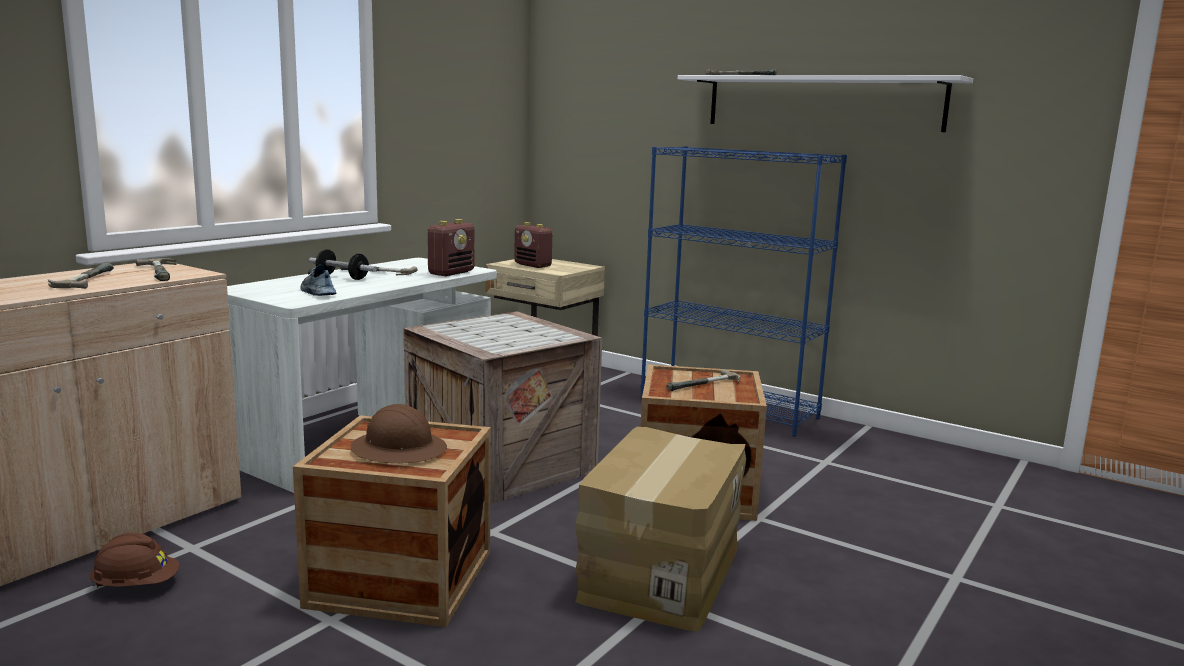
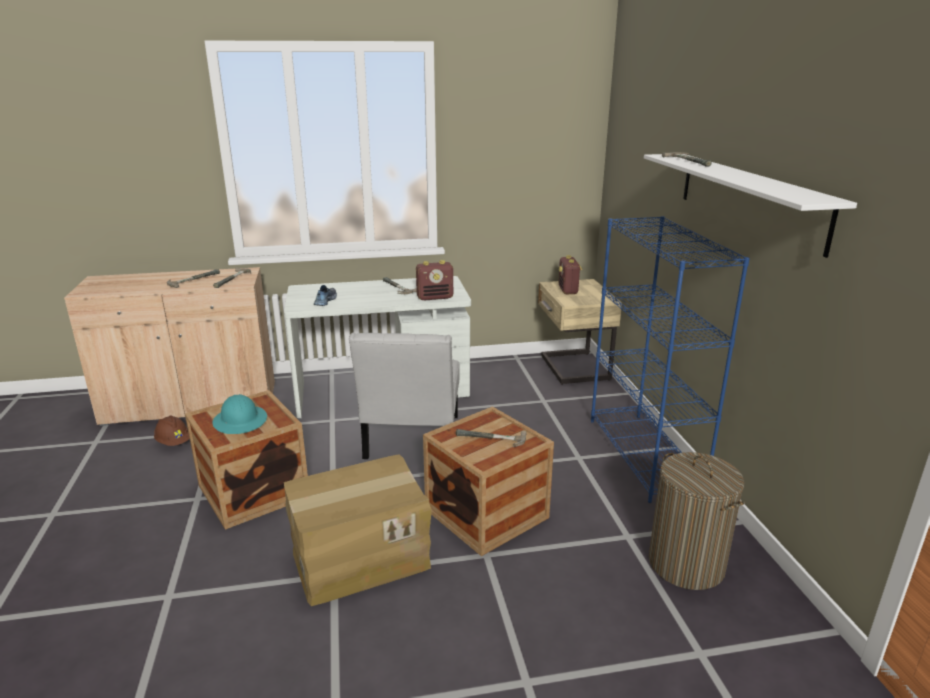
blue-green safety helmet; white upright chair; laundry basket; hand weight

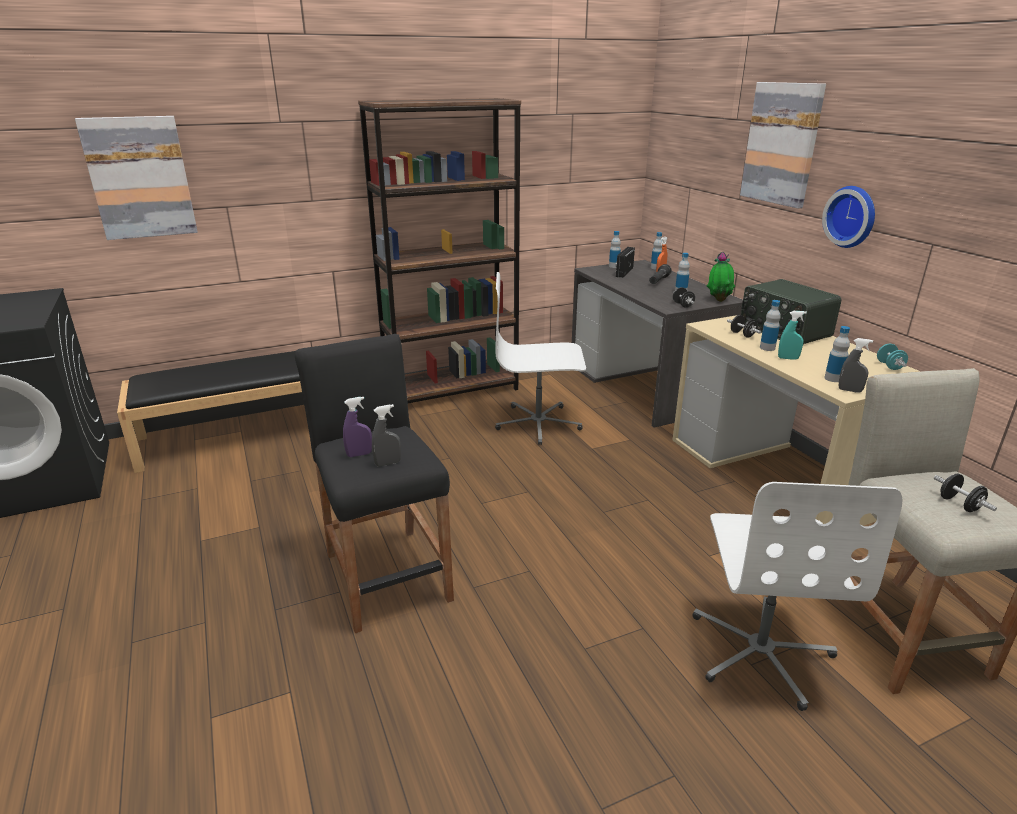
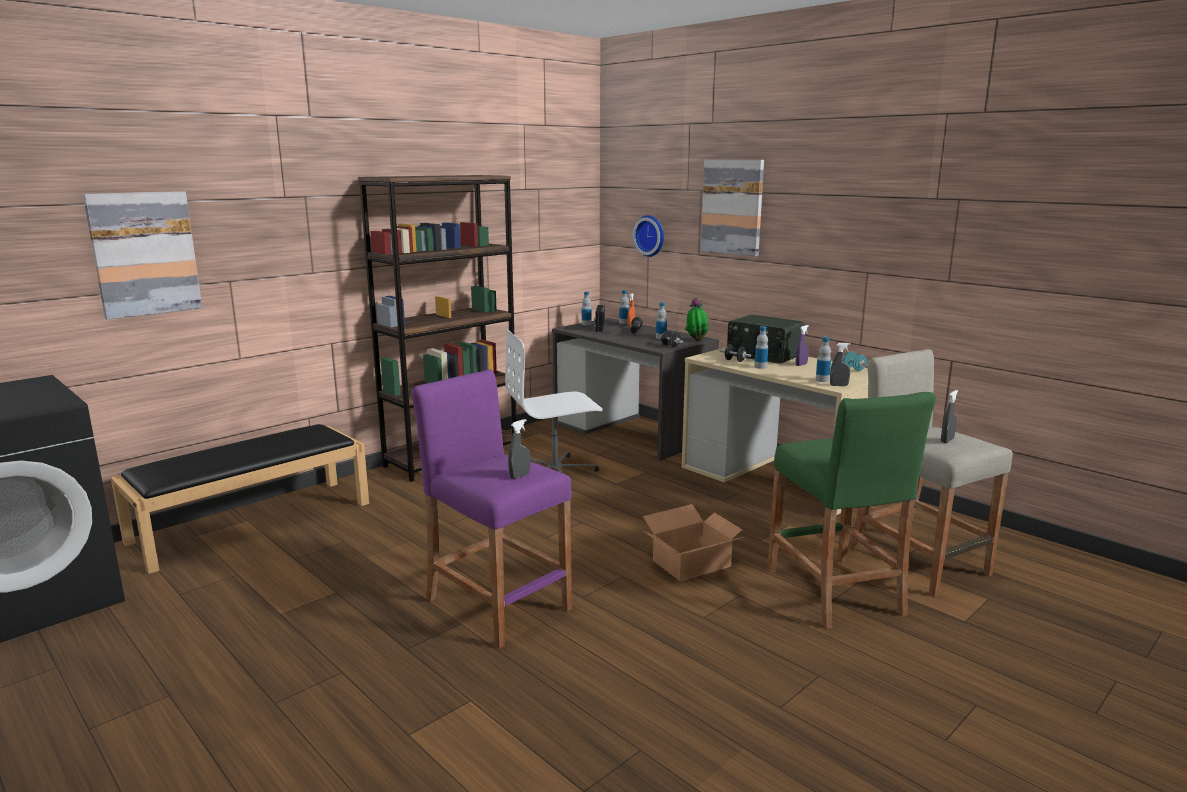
purplish stool seat; clock on the wall; packing box; greenish stool seat; purplish hand sprayer; gray hand sprayer (3rd from left); blue-green hand sprayer

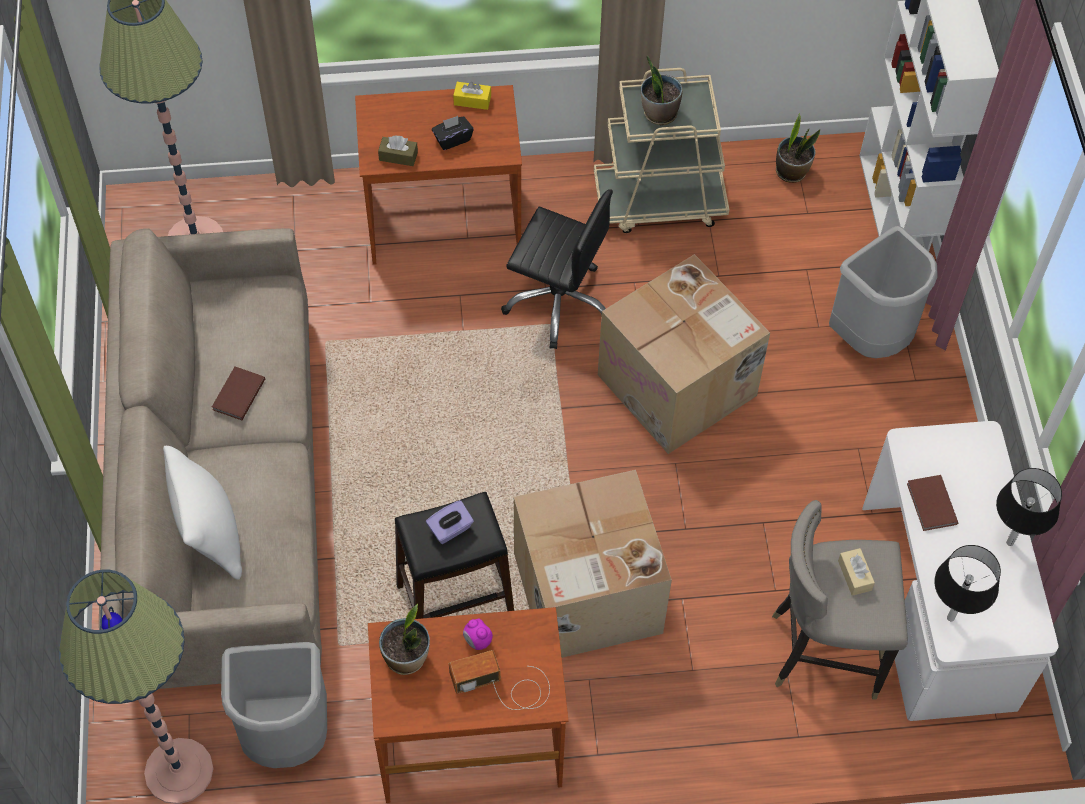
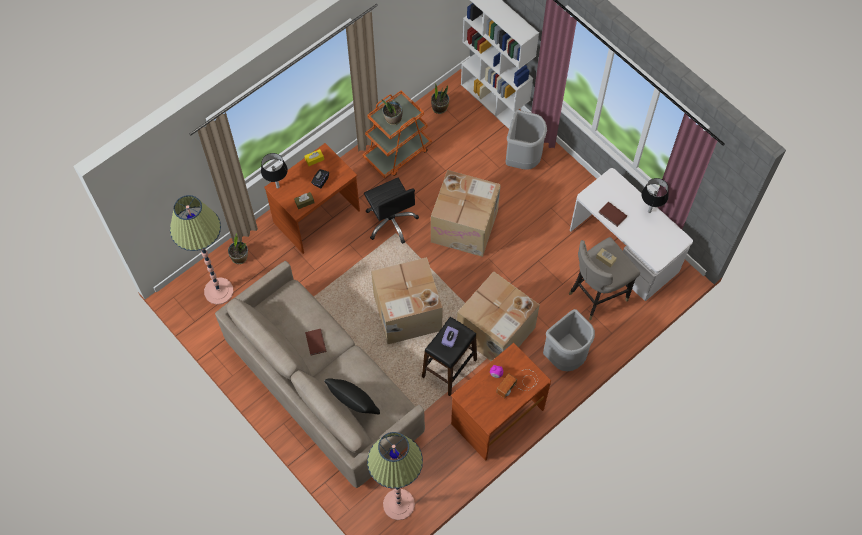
plant in a pot (1st from left); black table lamp (1st from left); black pillow; orangey cart; black desk chair; packing box (1st from left); gray rubbish bin (2nd from left)

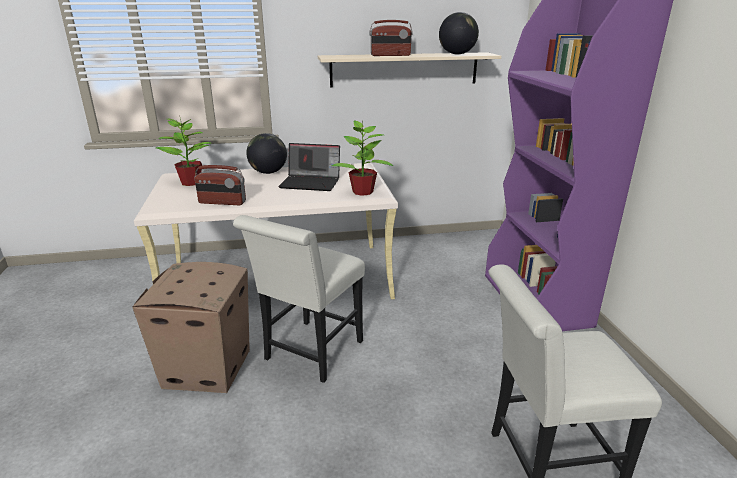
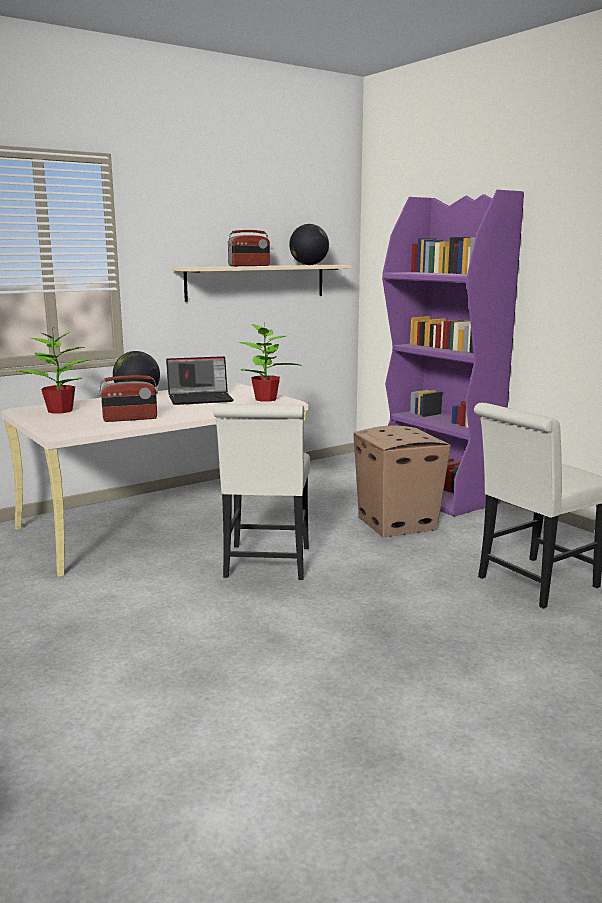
packing box

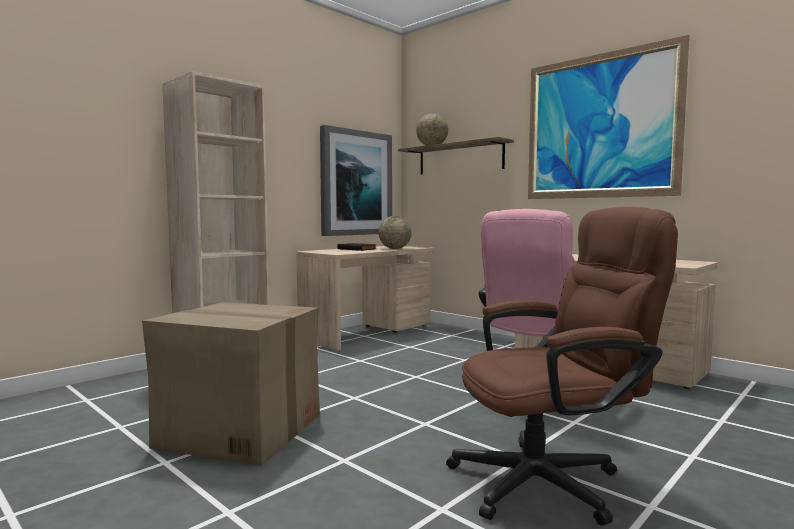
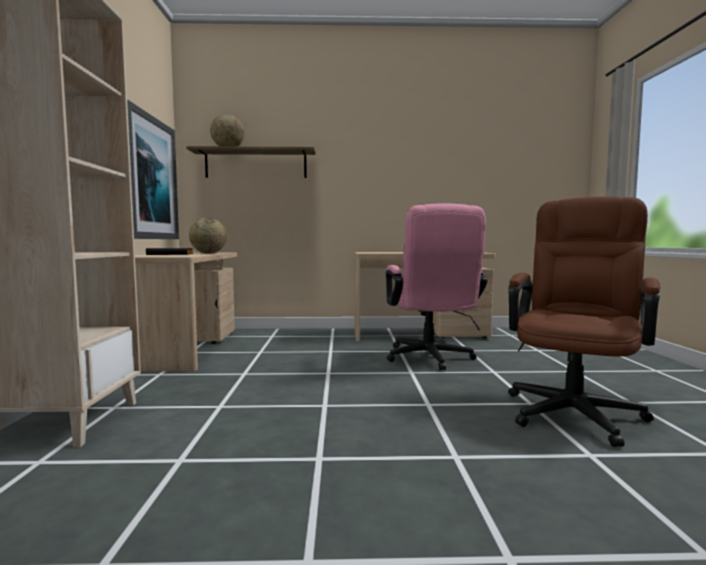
packing box; picture (2nd from left in the first image)

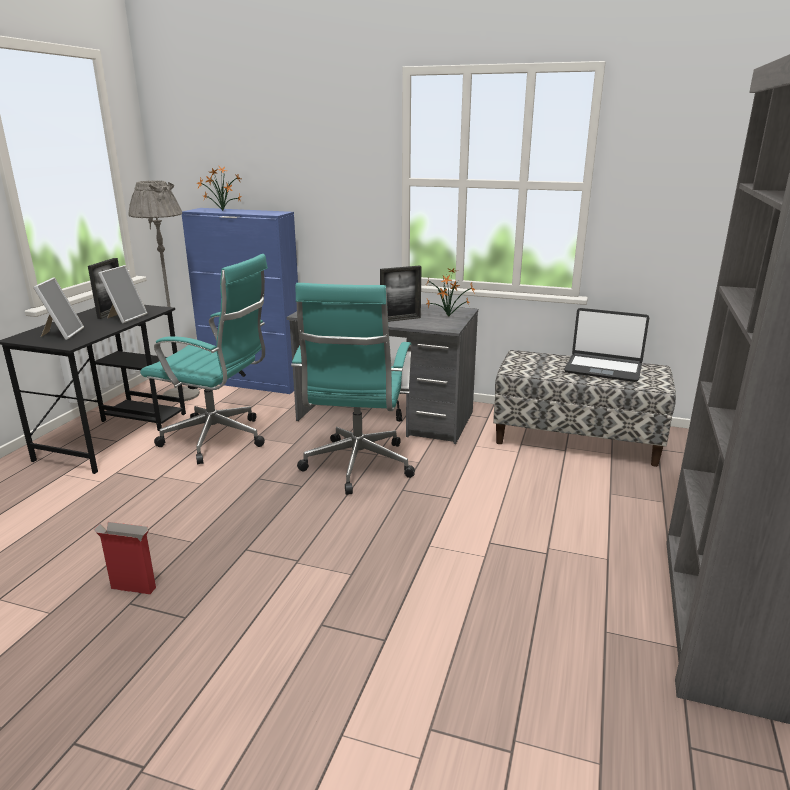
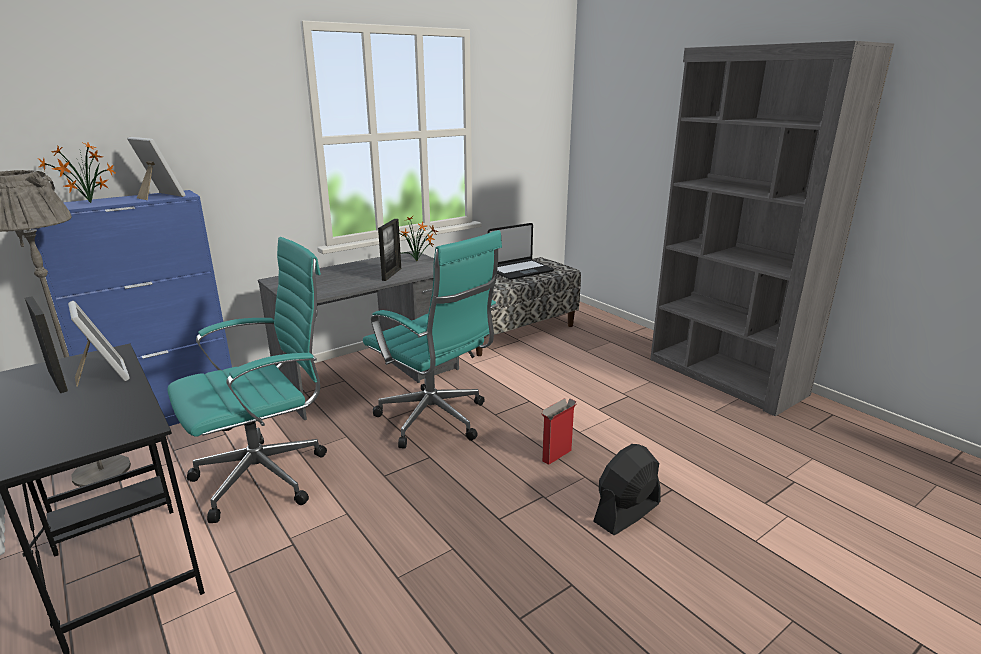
photo frame (3rd from left); packing box; black fan

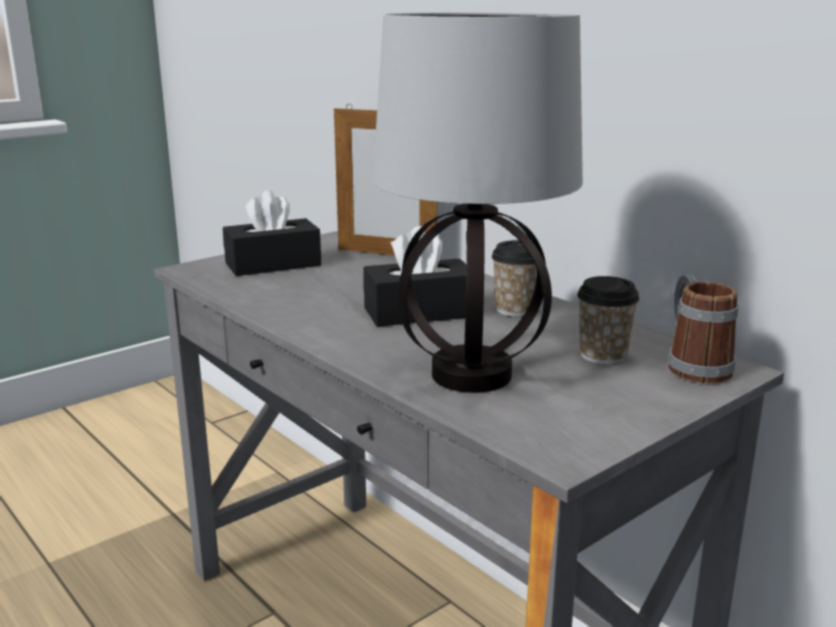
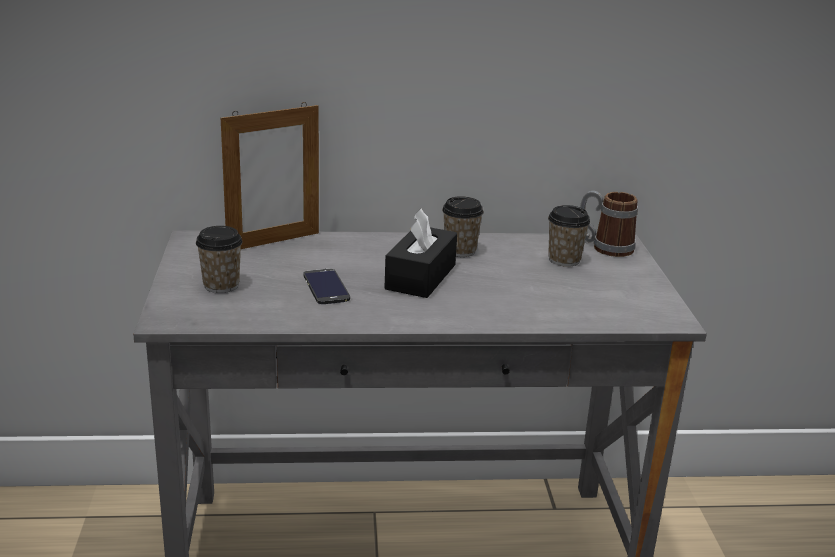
small cup (1st from left); handset; table lamp

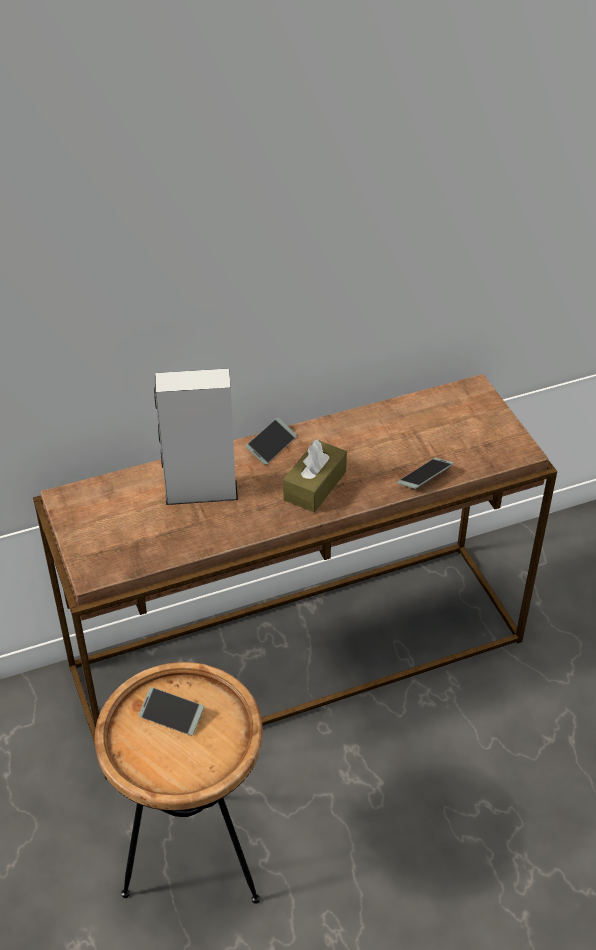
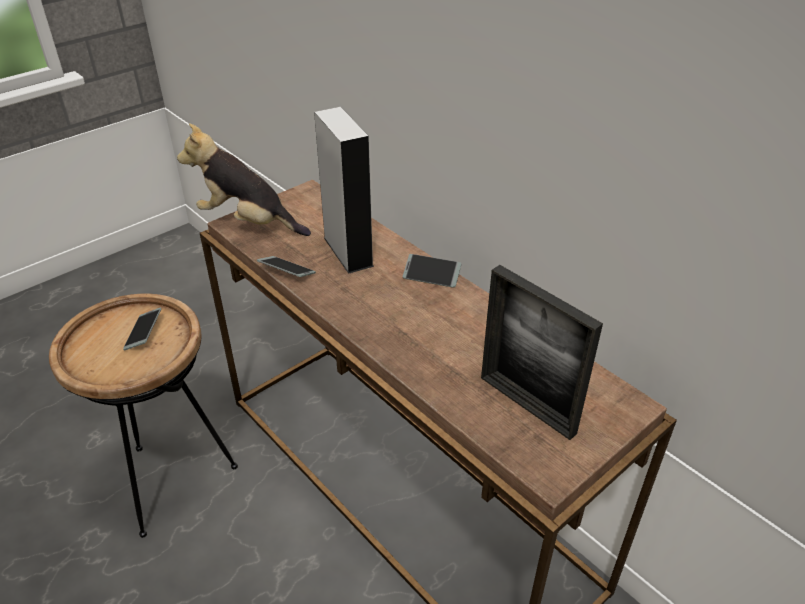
plush toy; handset (2nd from left); photo frame; brownish tissue holder

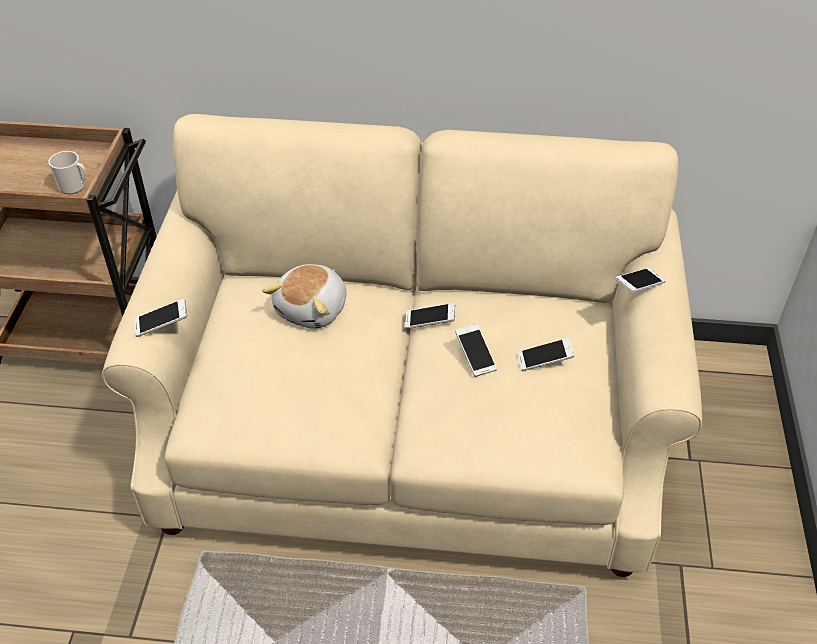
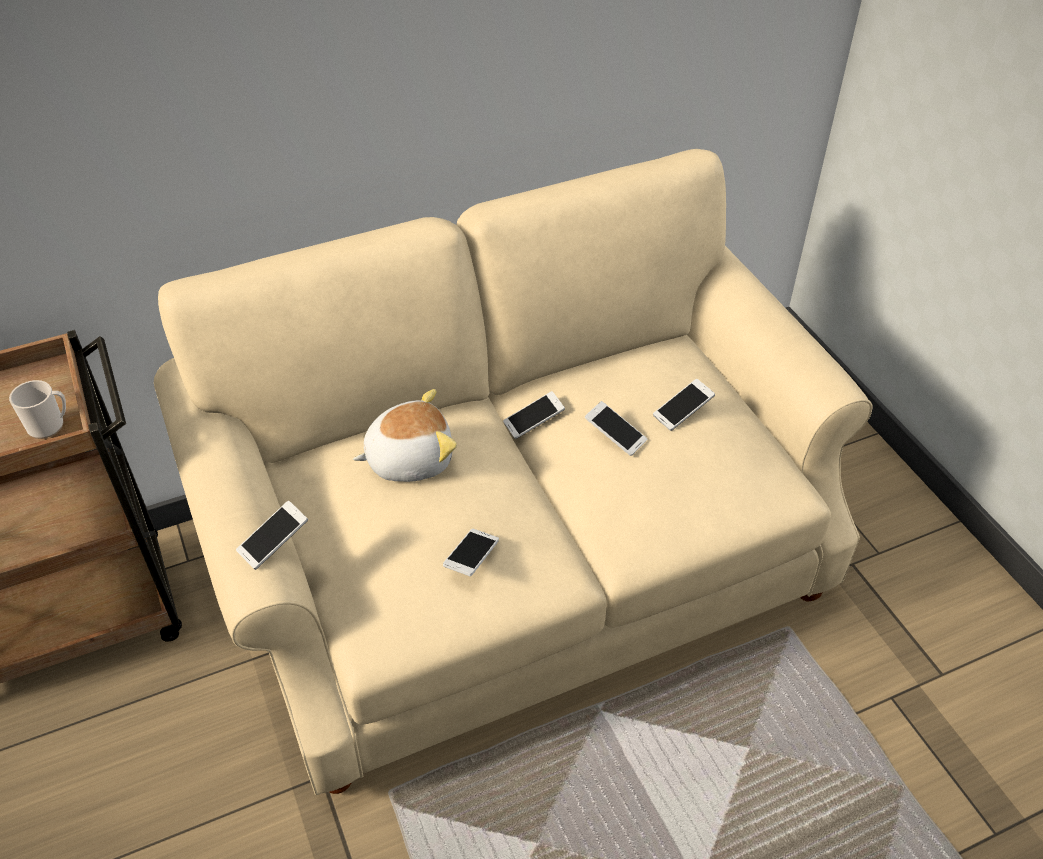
plush toy; handset (2nd from left)

